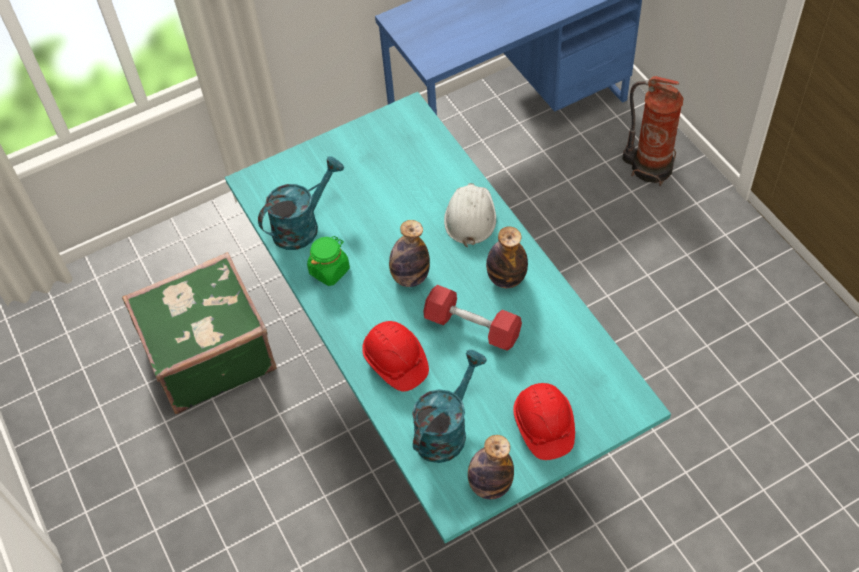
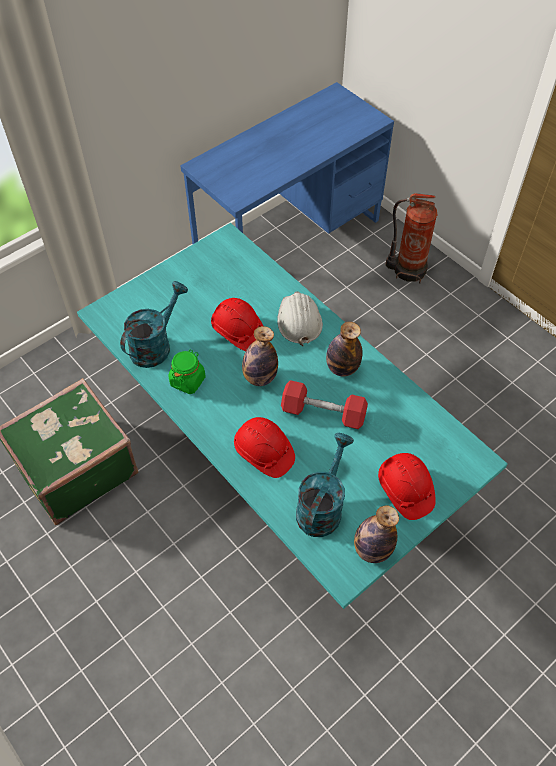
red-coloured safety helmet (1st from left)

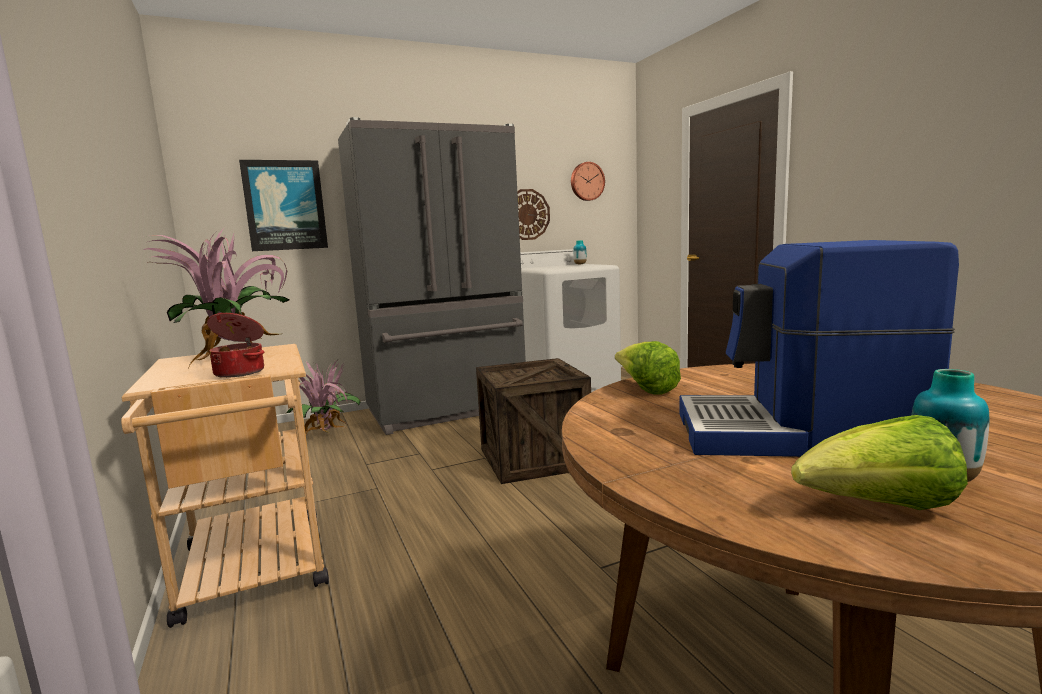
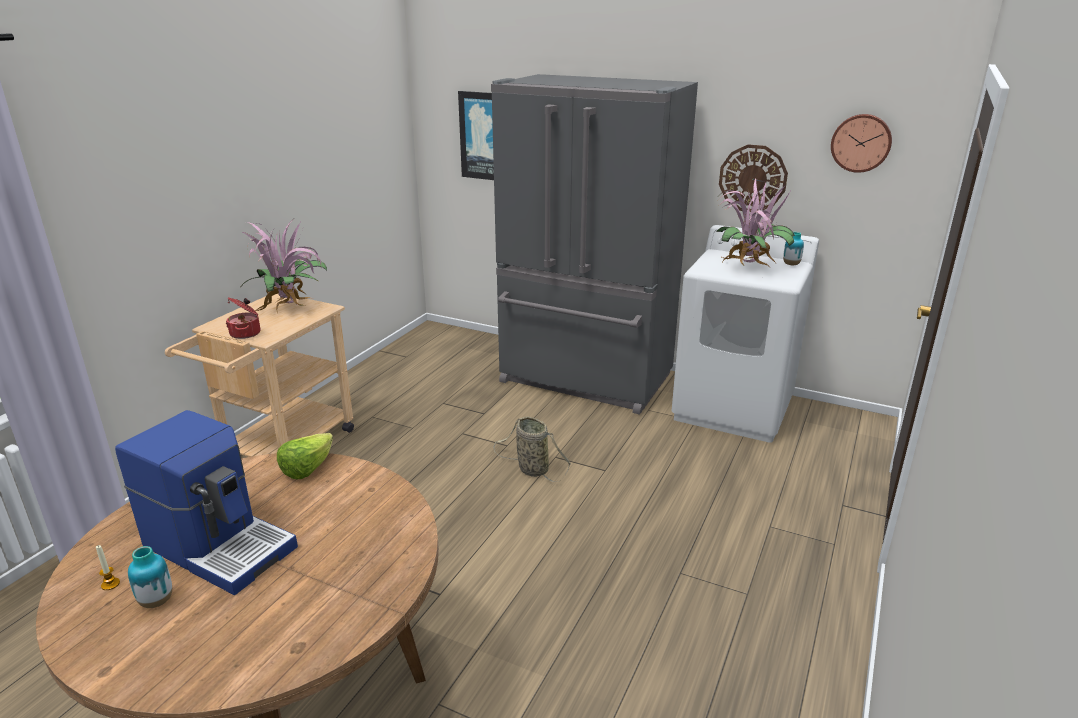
candle; coffee maker; household basket; plant in a pot (2nd from left)

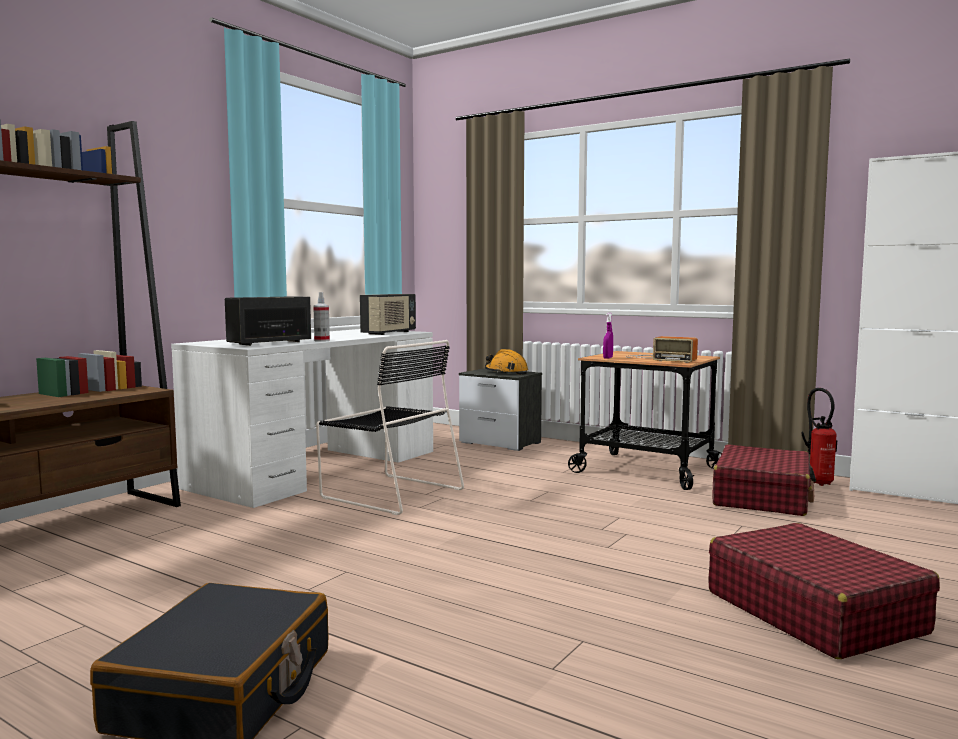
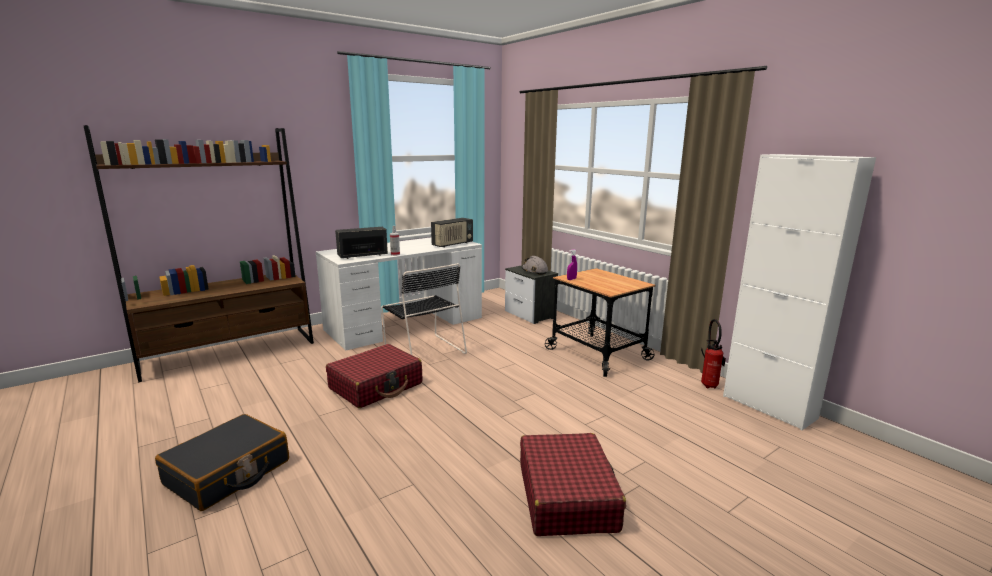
red-coloured piece of luggage (1st from left); gray safety helmet; radio (3rd from left in the first image)

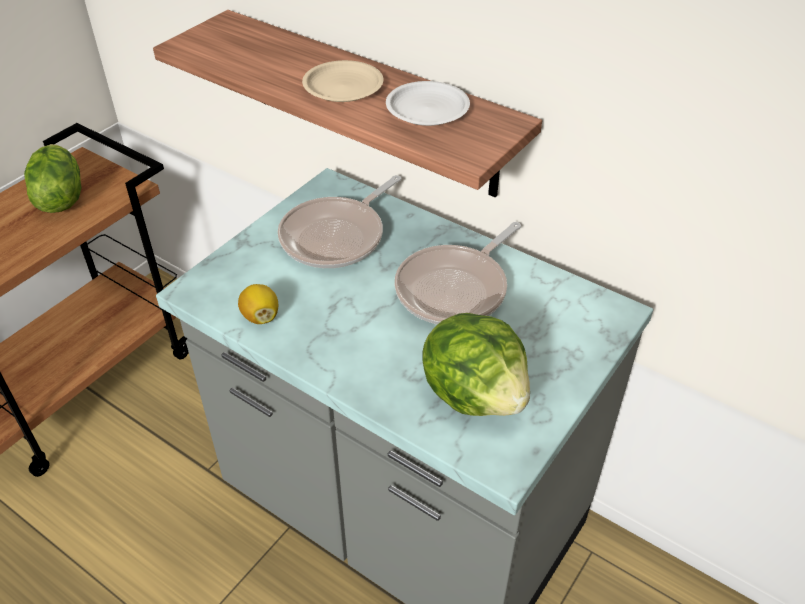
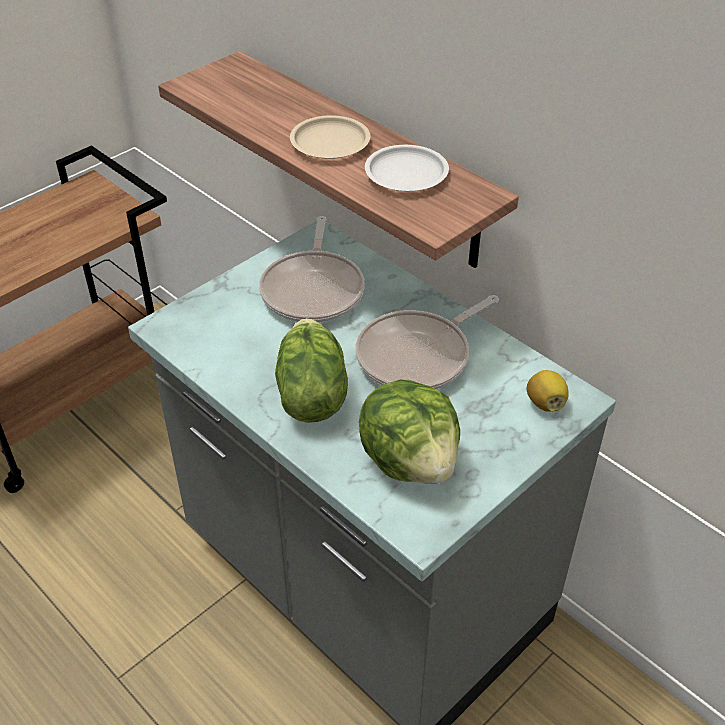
pan (1st from left); head of lettuce (1st from left); lemon

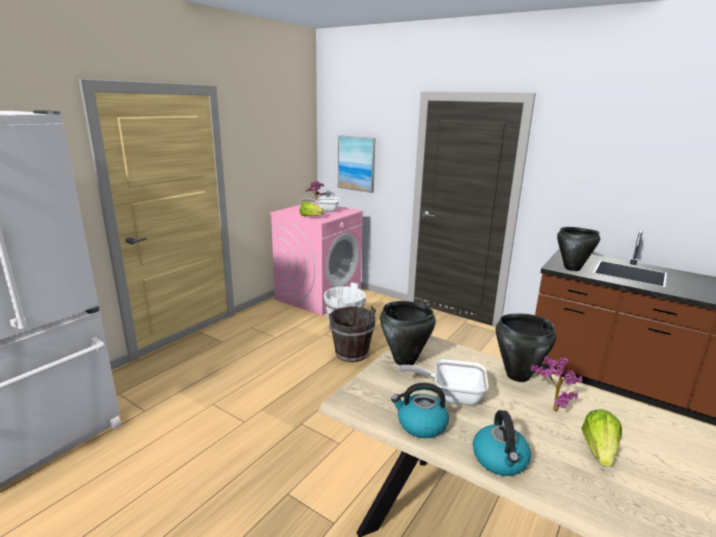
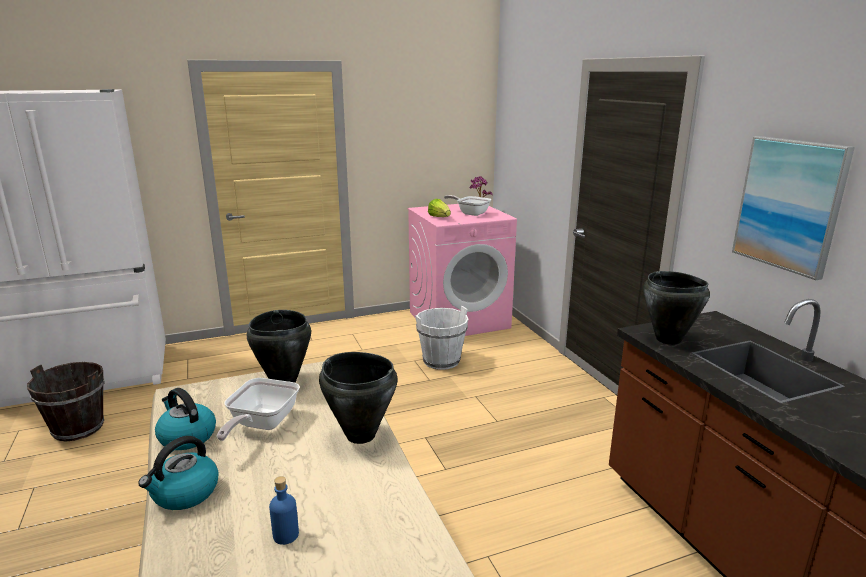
brownish pail; pan (1st from left); bluish beverage bottle; picture; plant in a pot (2nd from left in the first image)

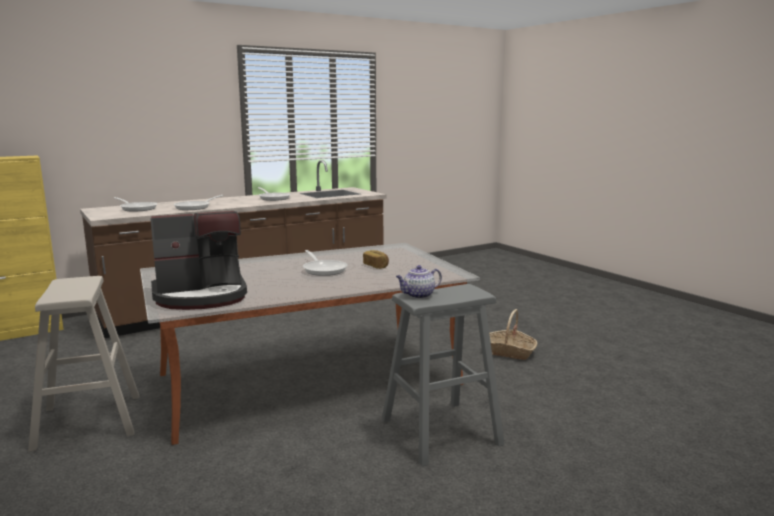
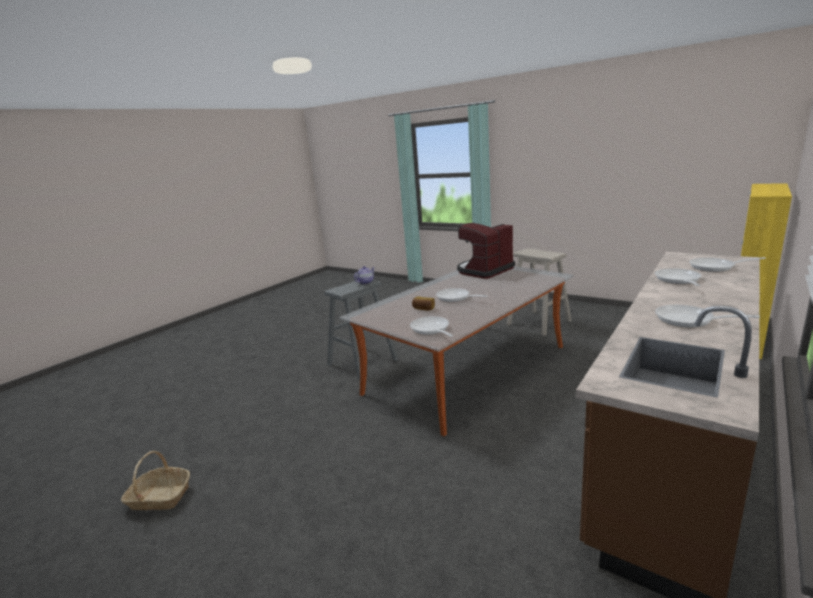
household basket; pan (1st from left)

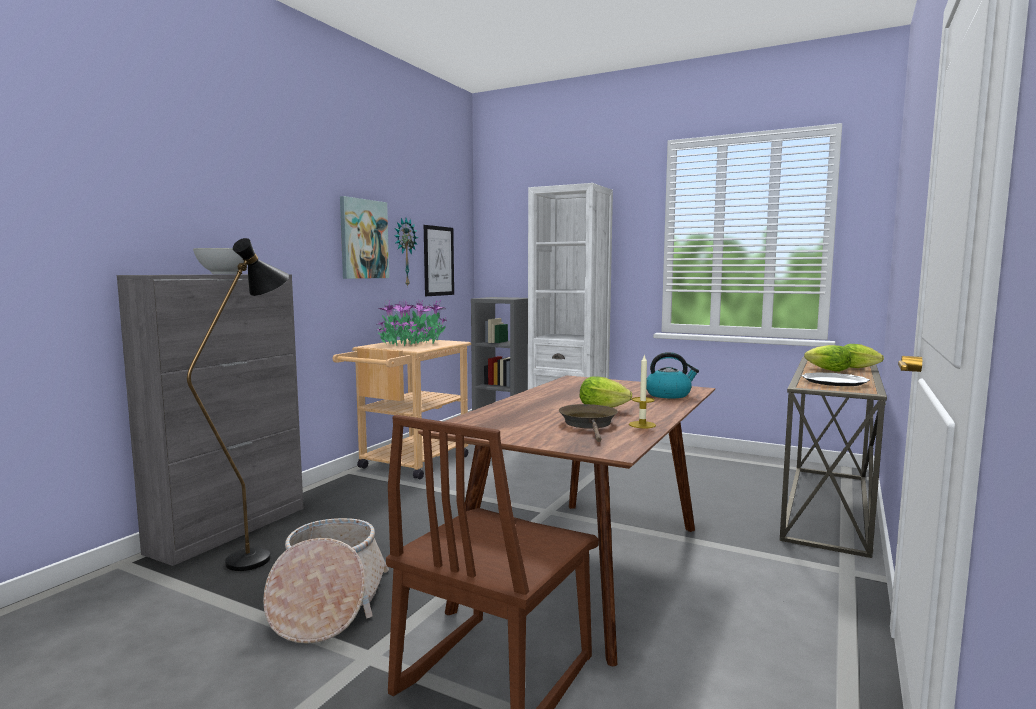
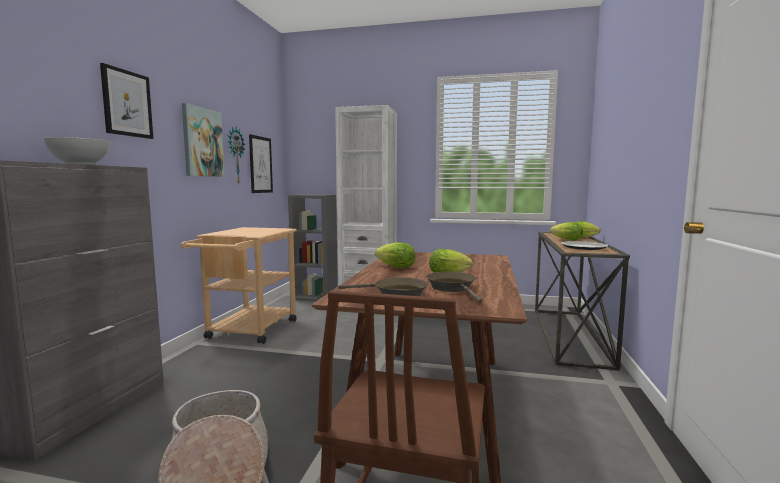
picture (1st from left); brownish pan (1st from left); head of lettuce (1st from left); black floor lamp; plant in a pot; candle; kettle

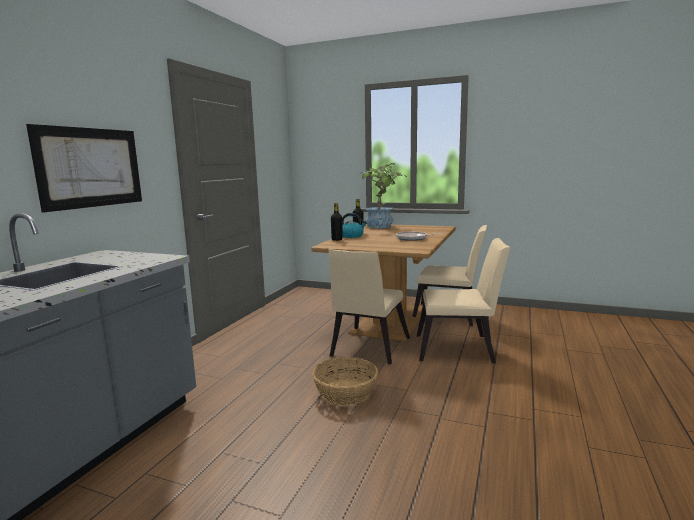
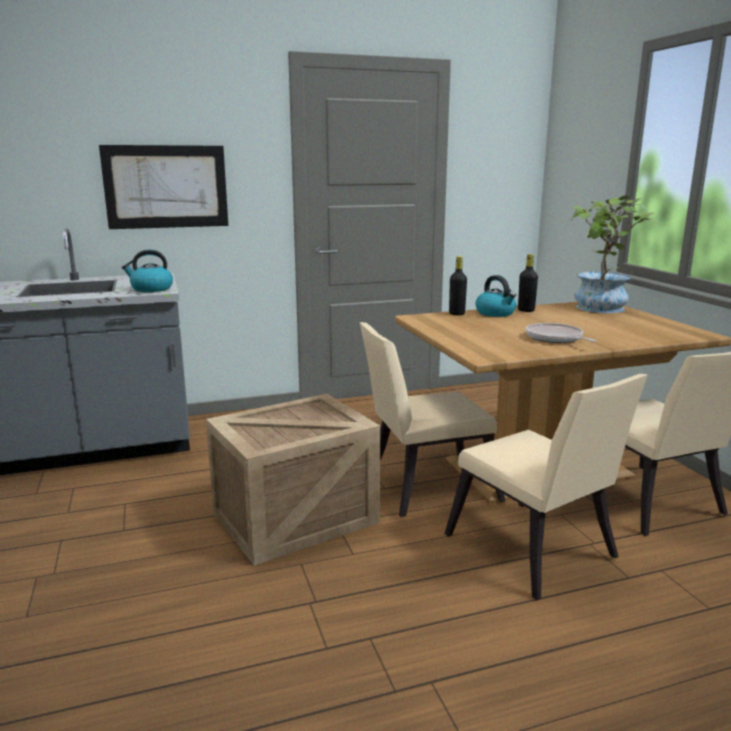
kettle (1st from left); crate

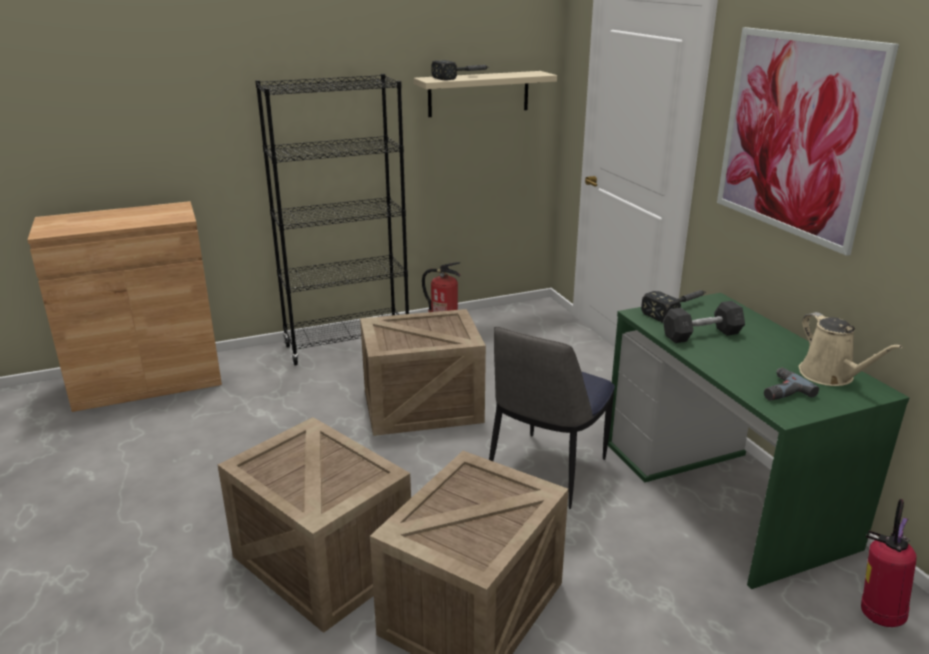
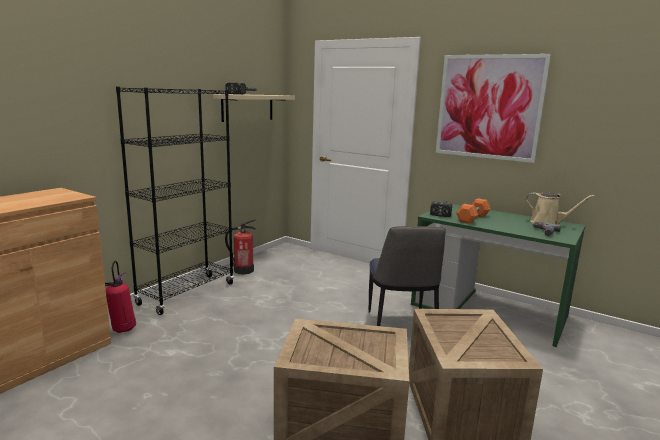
fire extinguisher (1st from left); orangey hand weight; crate (2nd from left in the first image)

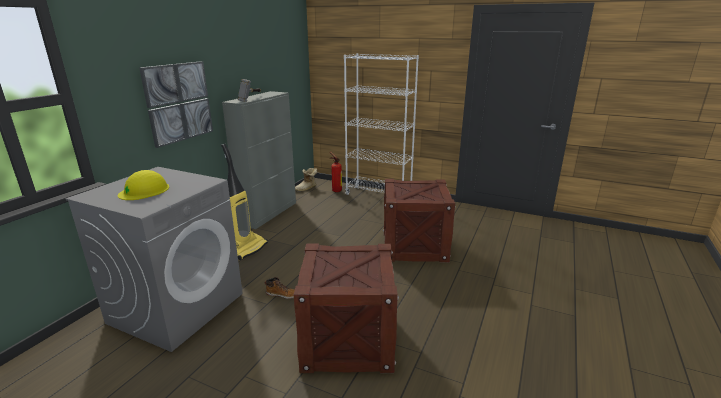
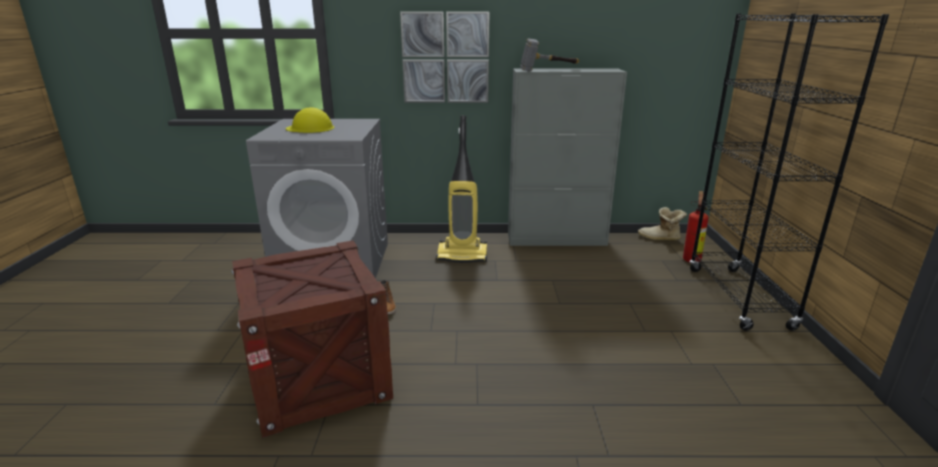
black bookcase; crate (2nd from left in the first image)

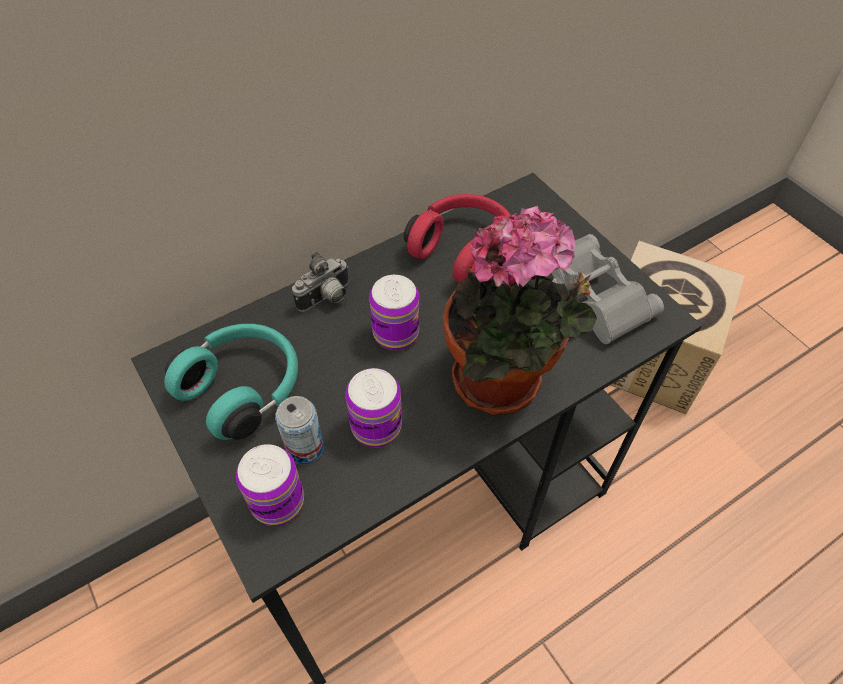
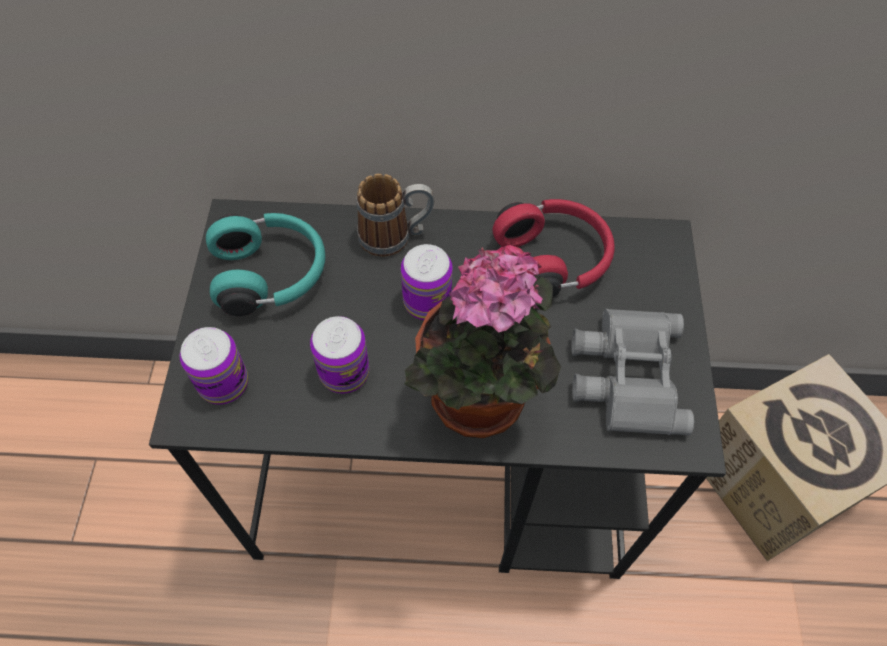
tea mug; can (2nd from left in the first image)

